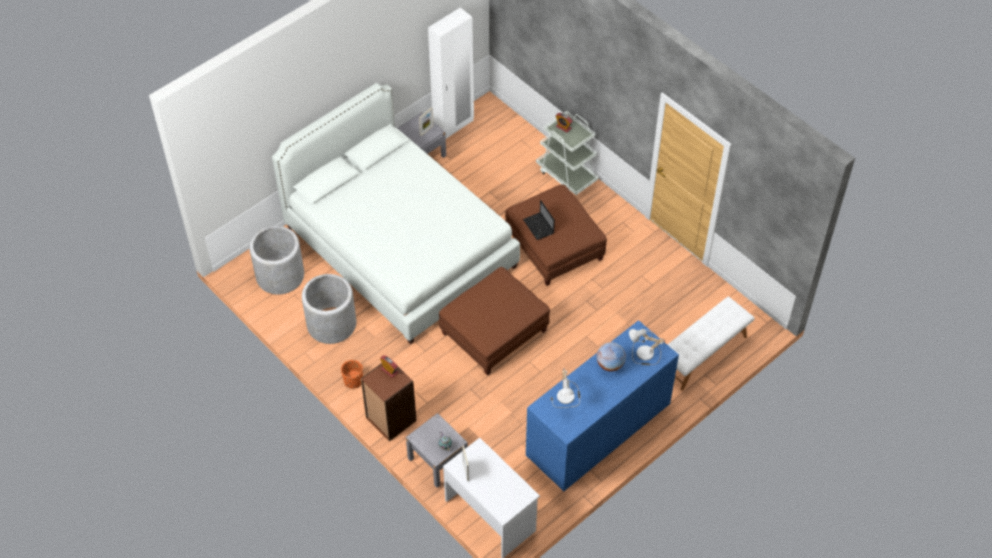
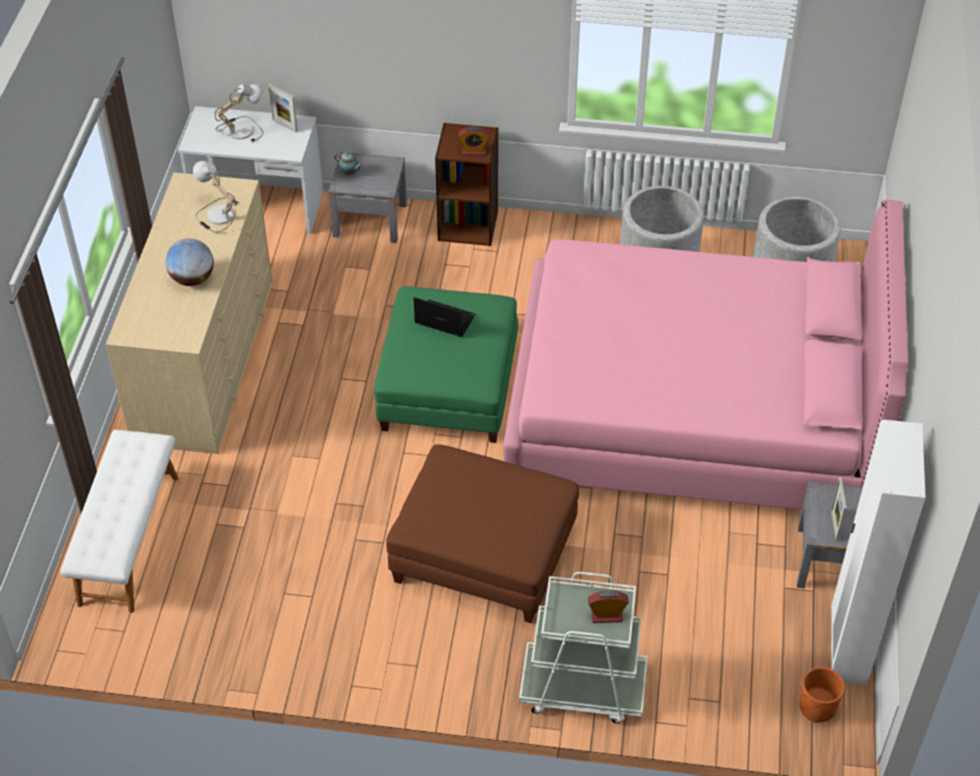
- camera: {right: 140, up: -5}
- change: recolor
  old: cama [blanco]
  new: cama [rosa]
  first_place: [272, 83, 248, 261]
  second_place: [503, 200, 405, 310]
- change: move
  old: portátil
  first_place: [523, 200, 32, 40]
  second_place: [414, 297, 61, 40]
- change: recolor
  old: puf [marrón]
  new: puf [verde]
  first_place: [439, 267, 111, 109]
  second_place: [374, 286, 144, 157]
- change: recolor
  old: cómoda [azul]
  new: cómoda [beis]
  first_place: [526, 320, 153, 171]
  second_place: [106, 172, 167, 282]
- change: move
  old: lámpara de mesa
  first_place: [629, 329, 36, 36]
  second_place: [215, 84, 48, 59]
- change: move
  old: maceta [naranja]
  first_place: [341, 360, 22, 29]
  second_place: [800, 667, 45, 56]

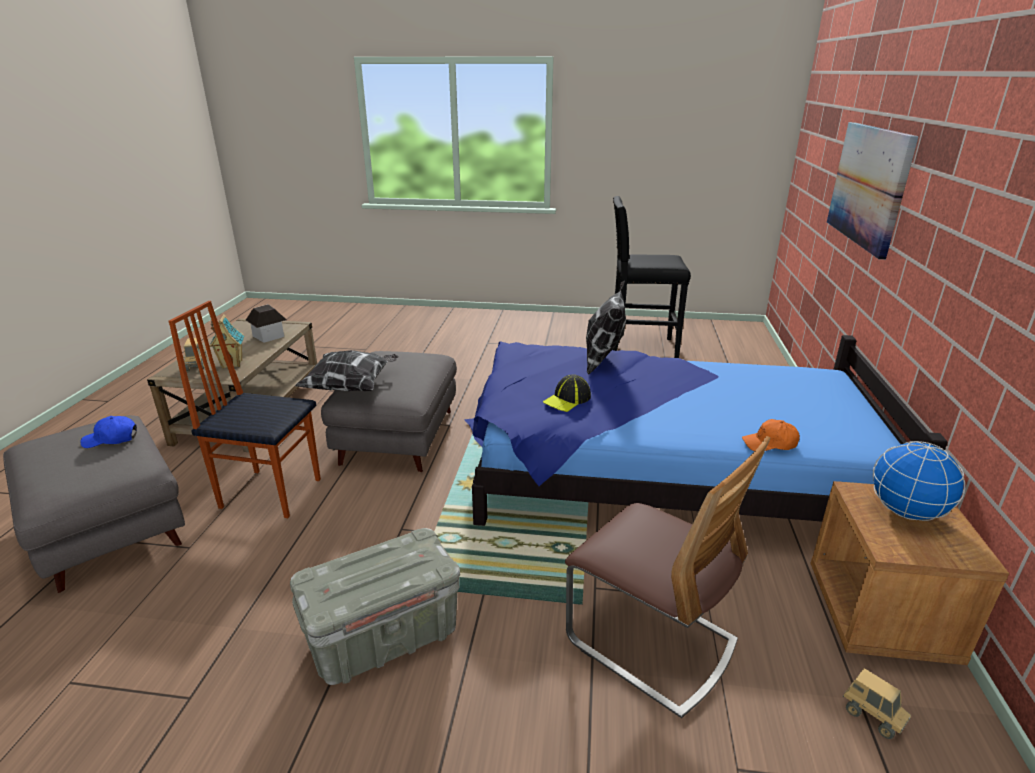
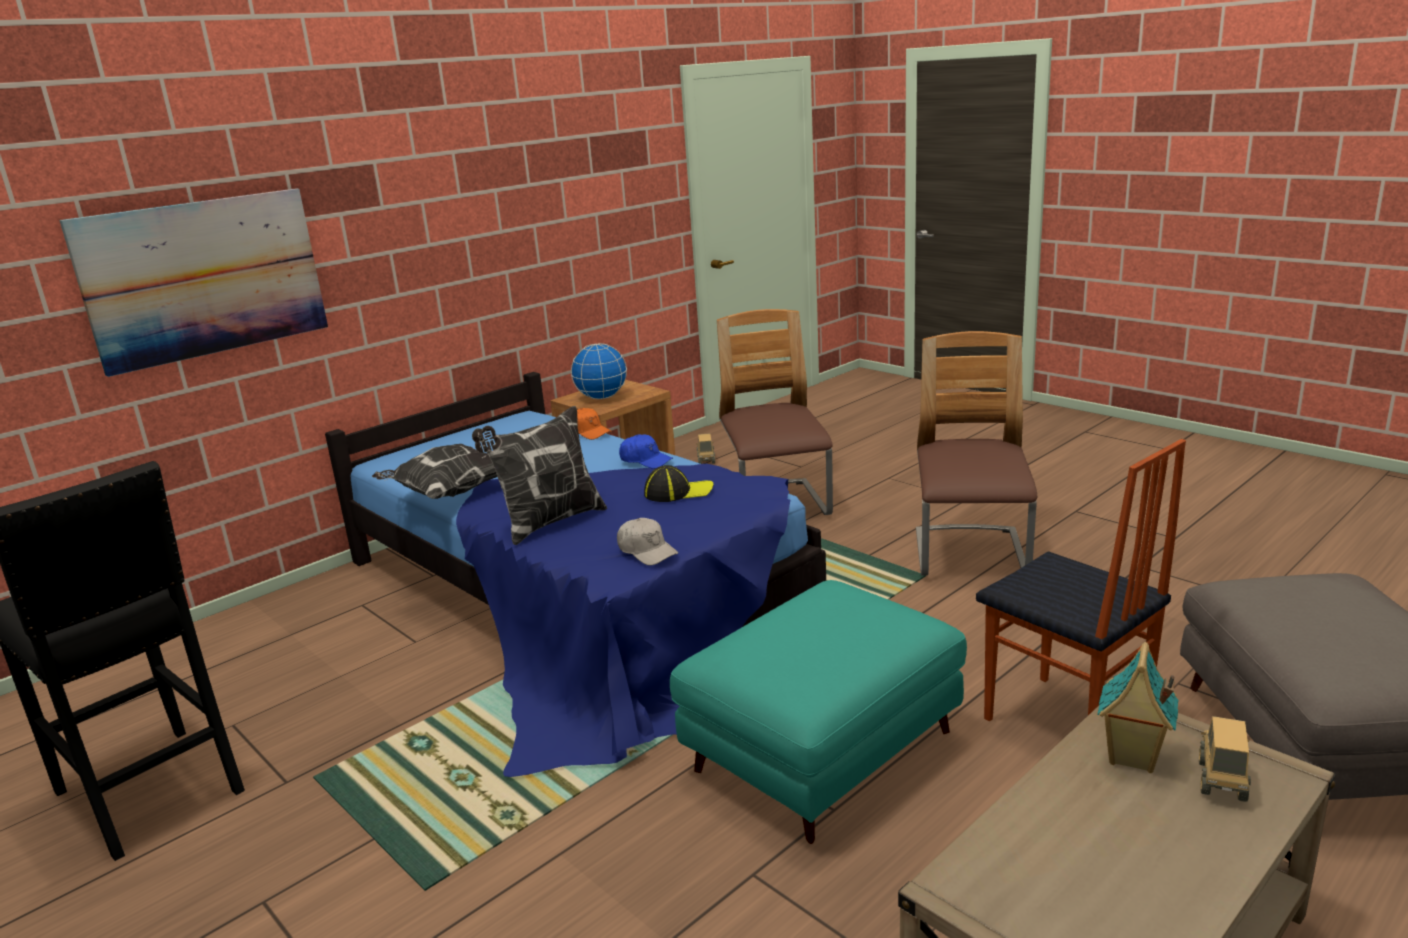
- camera: {right: -140, up: -5}
- change: delete
  old: casita
  first_place: [246, 304, 40, 39]
- change: move
  old: cojín
  first_place: [295, 350, 104, 41]
  second_place: [372, 444, 125, 55]
- change: recolor
  old: puf [gris]
  new: puf [turquesa]
  first_place: [321, 351, 136, 121]
  second_place: [670, 580, 297, 264]
- change: move
  old: gorra [azul]
  first_place: [81, 416, 56, 32]
  second_place: [619, 434, 54, 35]
- change: replace
  old: caja de almacenaje [gris]
  new: silla
  first_place: [290, 528, 170, 157]
  second_place: [916, 331, 121, 244]
- change: insert
  new: gorra [blanco]
  second_place: [617, 518, 61, 48]

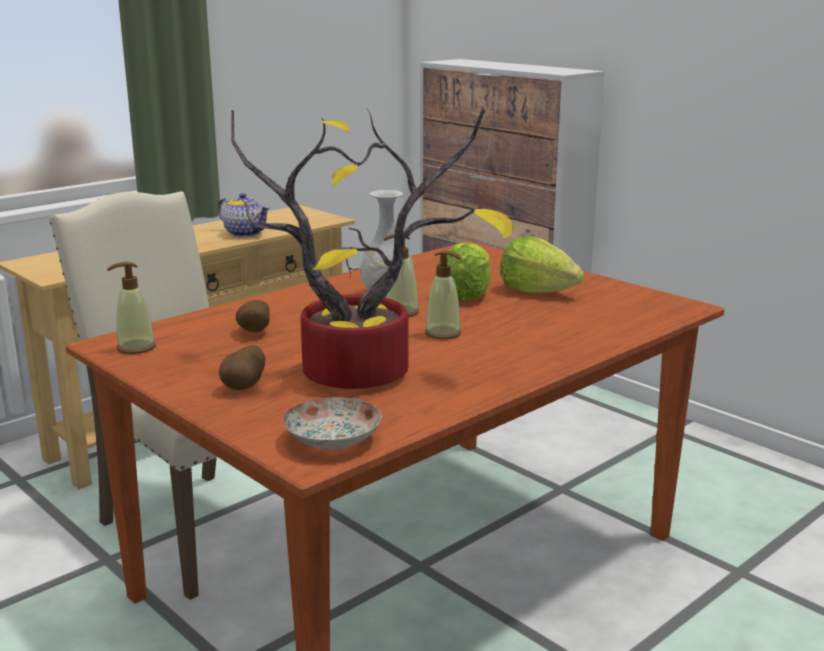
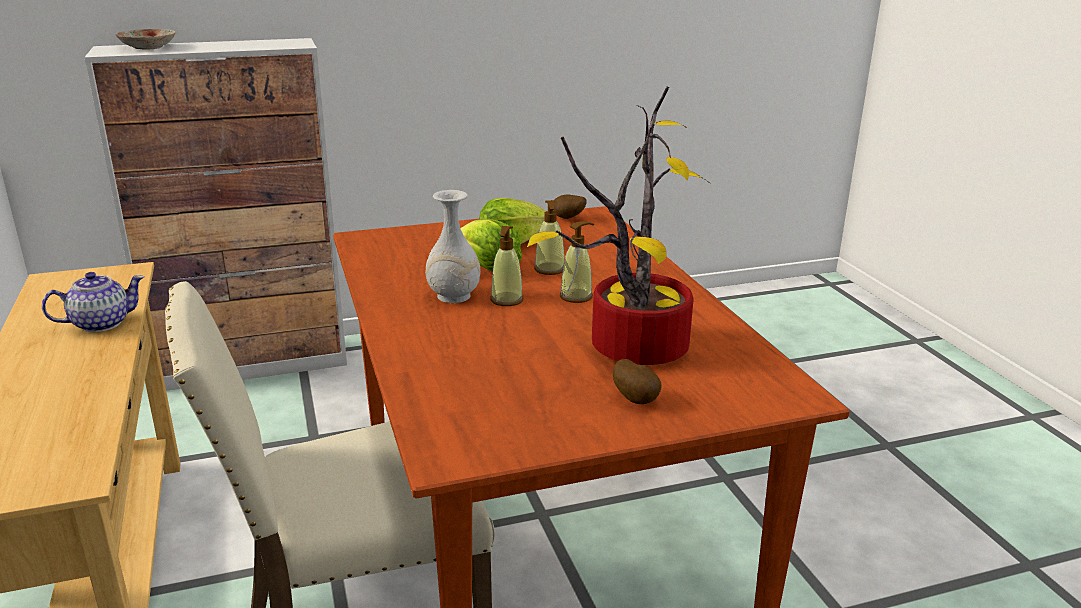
- camera: {right: -65, up: 5}
- change: move
  old: dispensador de jabón
  first_place: [107, 262, 49, 92]
  second_place: [534, 200, 30, 75]
- change: move
  old: patata
  first_place: [236, 300, 34, 33]
  second_place: [554, 194, 33, 25]
- change: move
  old: plato
  first_place: [283, 397, 99, 53]
  second_place: [115, 29, 61, 21]

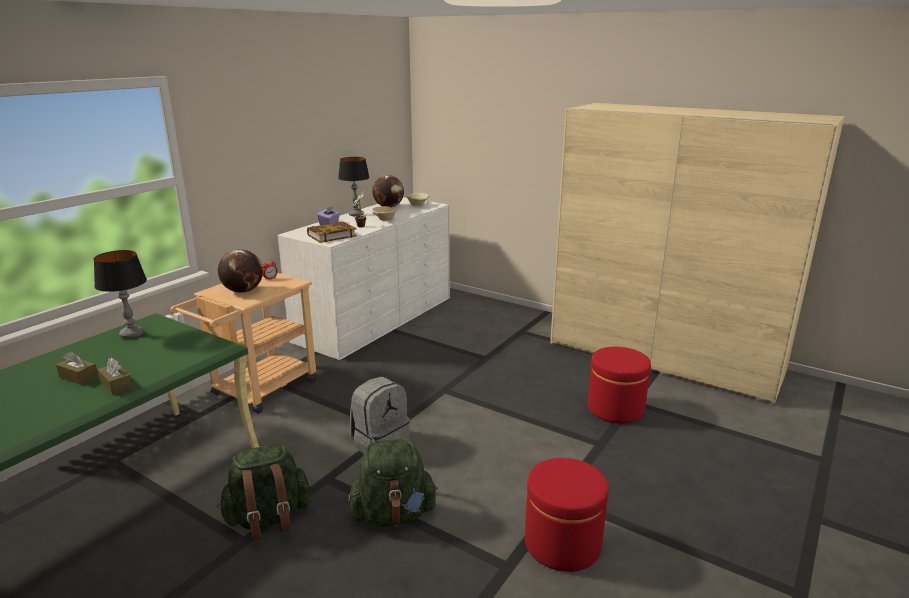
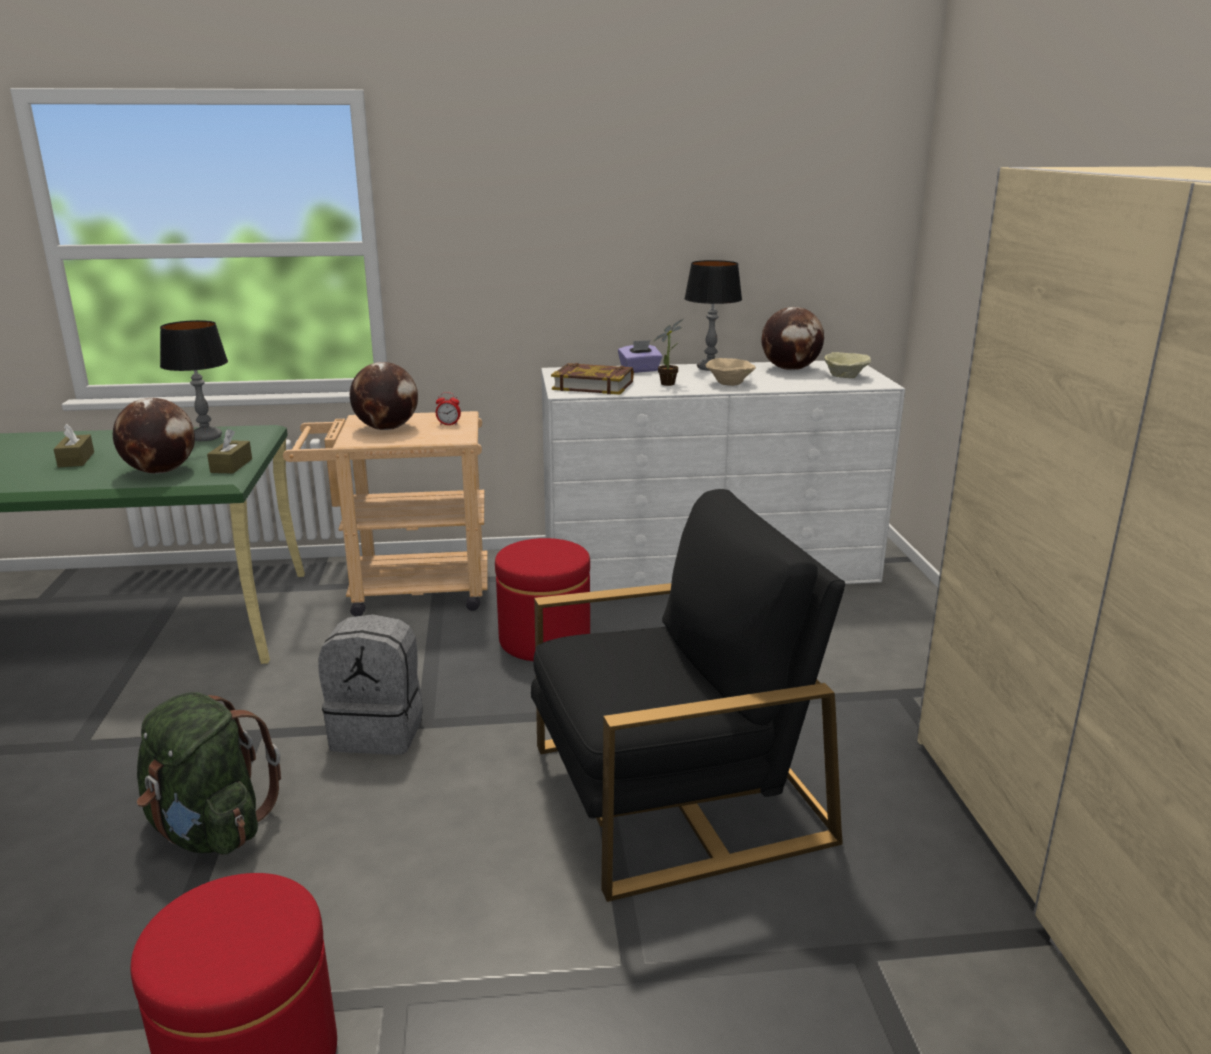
- camera: {right: 50, up: 0}
- change: move
  old: puf [rojo]
  first_place: [588, 347, 63, 77]
  second_place: [495, 538, 95, 123]
- change: move
  old: caja de pañuelos [marrón]
  first_place: [97, 358, 36, 37]
  second_place: [207, 429, 45, 45]
- change: delete
  old: mochila [verde]
  first_place: [217, 445, 94, 96]
- change: insert
  new: globo terráqueo
  second_place: [113, 398, 82, 76]
- change: insert
  new: sillón [negro]
  second_place: [531, 489, 314, 413]

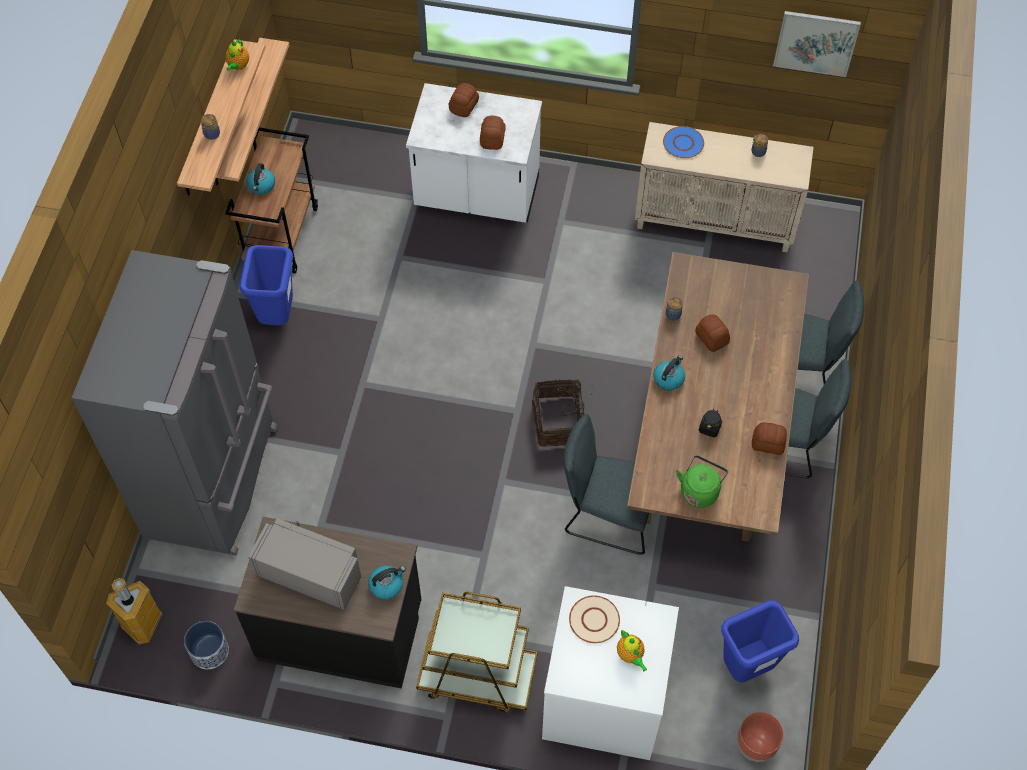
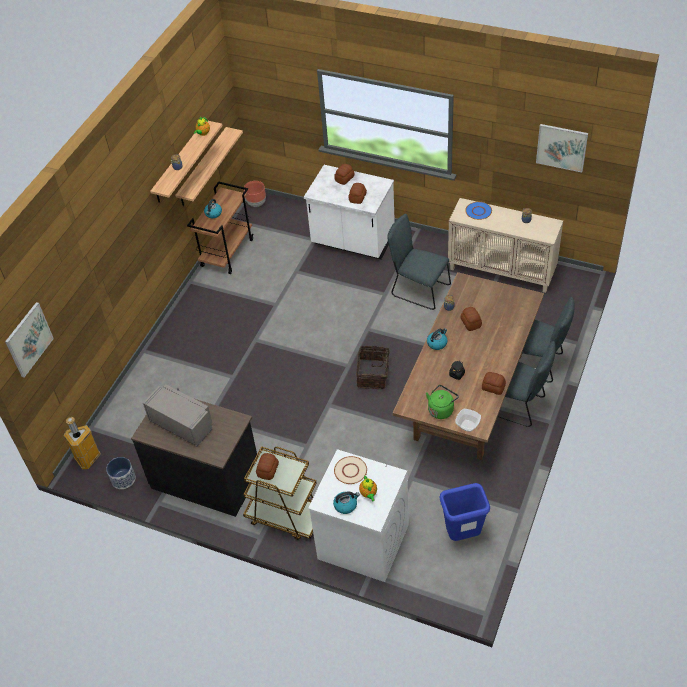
- camera: {right: 15, up: -10}
- change: delete
  old: papelera [azul]
  first_place: [239, 245, 54, 80]
- change: delete
  old: nevera [gris]
  first_place: [72, 250, 206, 306]
- change: move
  old: silla [gris]
  first_place: [564, 413, 85, 142]
  second_place: [387, 214, 64, 96]
- change: move
  old: hervidor
  first_place: [368, 566, 38, 33]
  second_place: [333, 492, 27, 22]
- change: move
  old: maceta [marrón]
  first_place: [737, 712, 47, 50]
  second_place: [244, 181, 22, 26]
- change: insert
  new: cuadro
  second_place: [5, 302, 49, 75]
- change: insert
  new: cuenco
  second_place: [455, 409, 26, 23]
- change: insert
  new: pan
  second_place: [256, 453, 23, 27]

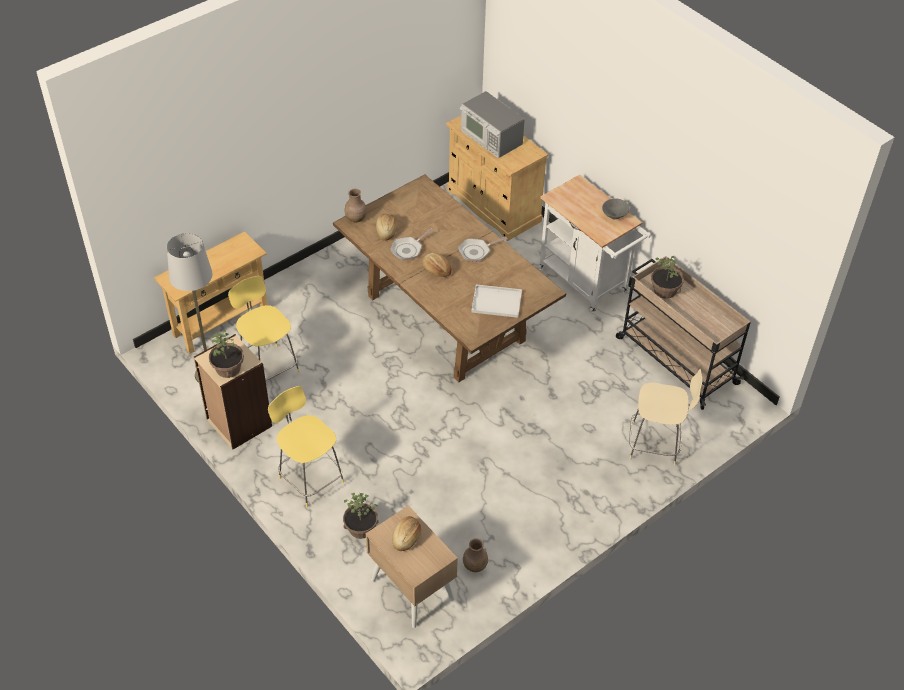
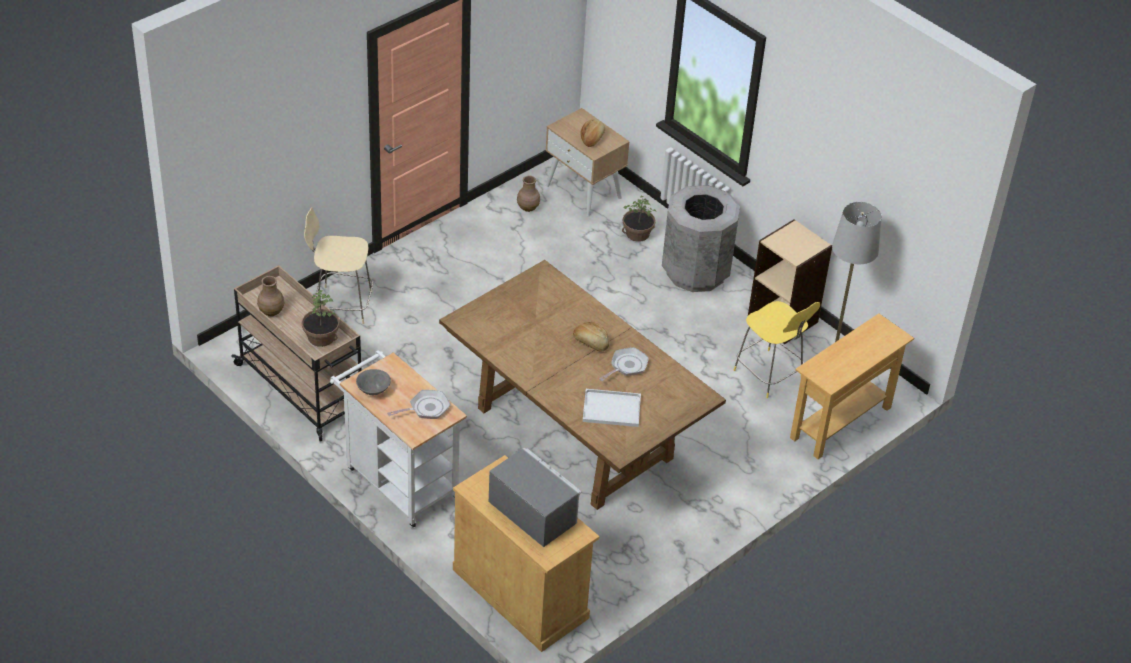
- camera: {right: 175, up: -5}
- change: move
  old: florero [marrón]
  first_place: [345, 189, 22, 33]
  second_place: [257, 276, 27, 40]
- change: delete
  old: pan
  first_place: [376, 213, 22, 28]
- change: move
  old: sartén
  first_place: [458, 237, 50, 25]
  second_place: [387, 390, 63, 29]
- change: move
  old: bandeja [blanco]
  first_place: [471, 284, 51, 34]
  second_place: [582, 389, 59, 38]
- change: delete
  old: planta en maceta
  first_place: [209, 330, 35, 48]
- change: replace
  old: taburete [amarillo]
  new: papelera [gris]
  first_place: [268, 386, 76, 121]
  second_place: [662, 185, 78, 107]

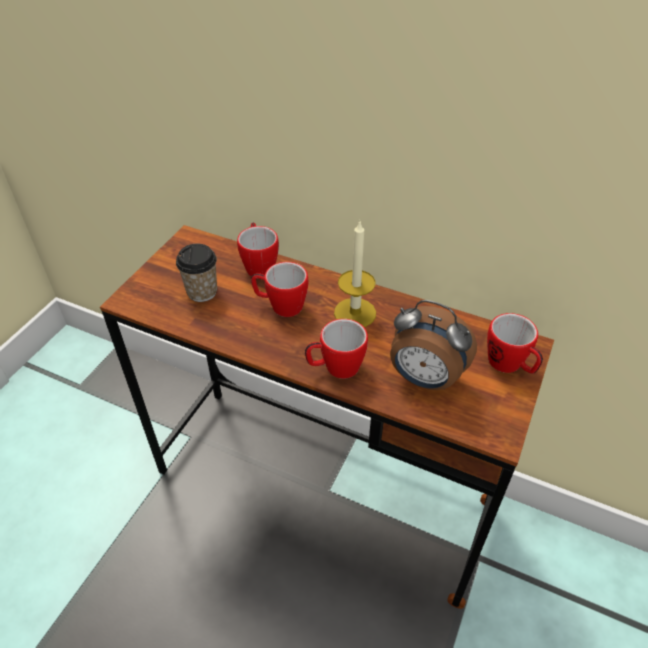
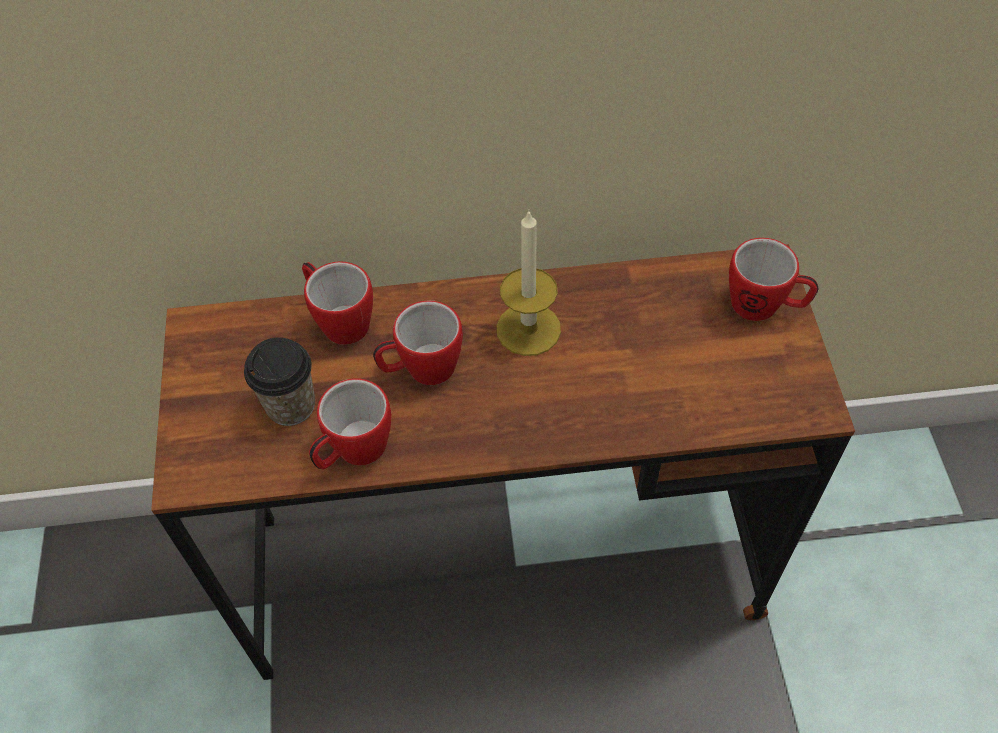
- camera: {right: -30, up: 10}
- change: delete
  old: despertador
  first_place: [390, 300, 87, 90]
- change: move
  old: taza grande
  first_place: [305, 319, 63, 60]
  second_place: [309, 378, 82, 91]

